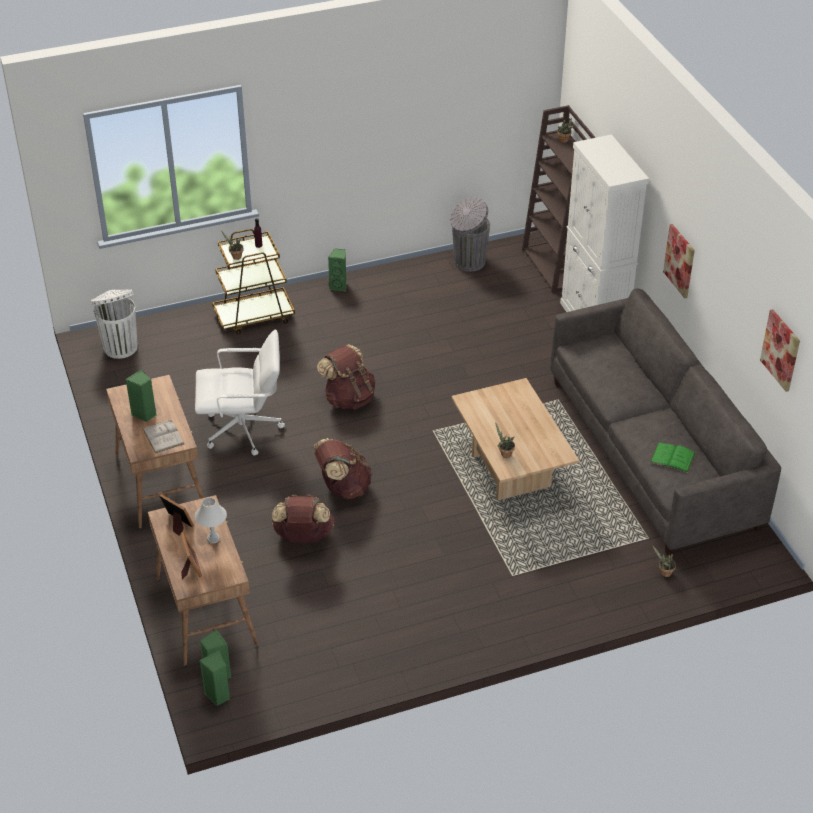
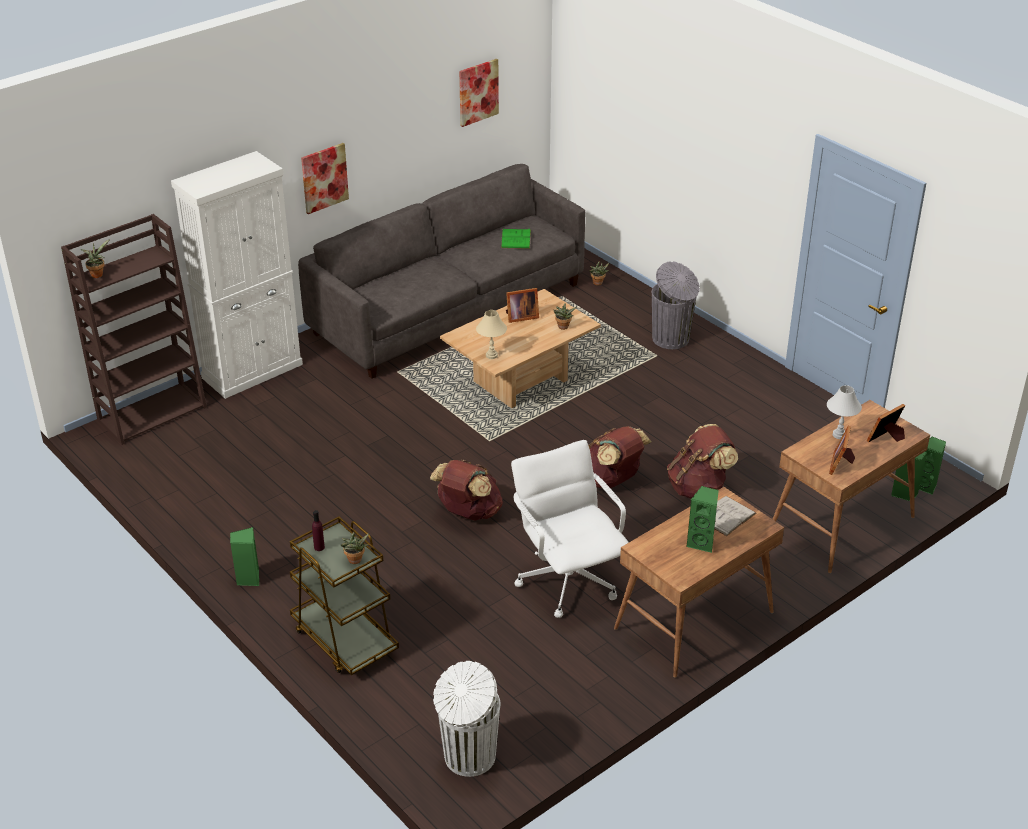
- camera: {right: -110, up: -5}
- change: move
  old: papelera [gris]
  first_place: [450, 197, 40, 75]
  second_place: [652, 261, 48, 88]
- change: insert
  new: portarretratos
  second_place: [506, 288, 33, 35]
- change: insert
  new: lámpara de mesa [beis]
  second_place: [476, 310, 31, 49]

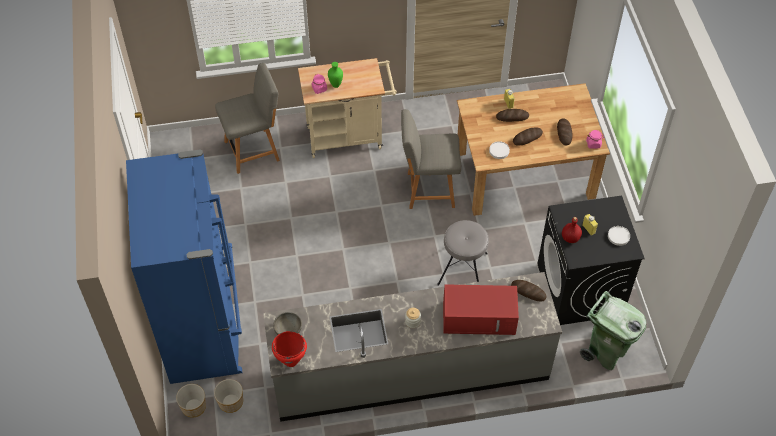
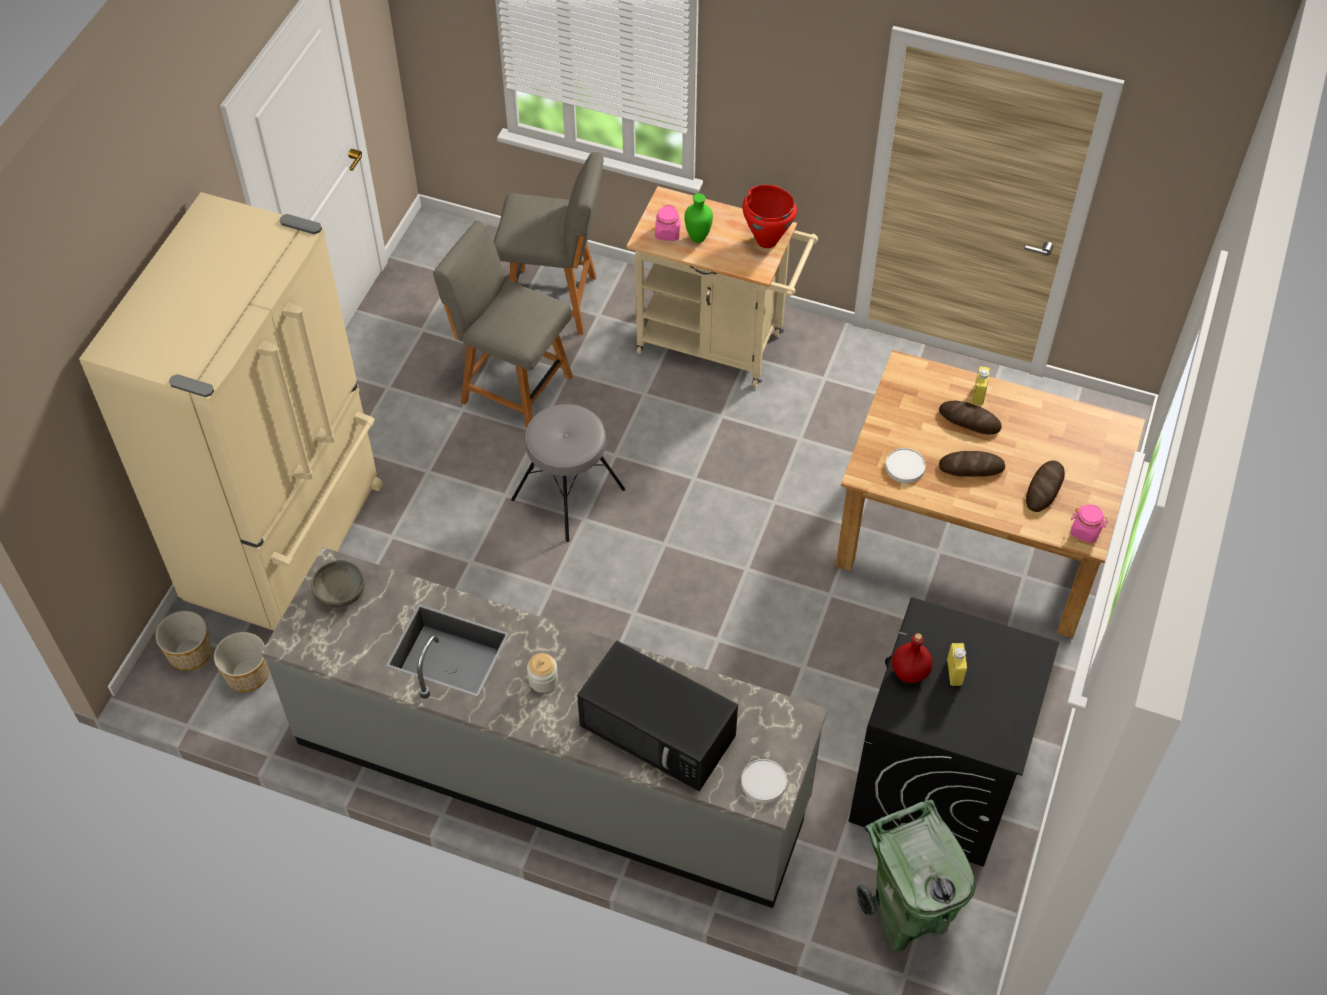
- camera: {right: 30, up: 0}
- change: move
  old: silla [gris]
  first_place: [401, 109, 60, 100]
  second_place: [433, 220, 140, 209]
- change: recolor
  old: nevera [azul]
  new: nevera [beis]
  first_place: [126, 149, 116, 235]
  second_place: [79, 192, 304, 439]
- change: move
  old: taburete [gris]
  first_place: [437, 220, 52, 66]
  second_place: [511, 404, 114, 138]
- change: move
  old: plato [blanco]
  first_place: [608, 226, 22, 20]
  second_place: [741, 759, 46, 44]
- change: delete
  old: pan
  first_place: [511, 280, 35, 21]
- change: recolor
  old: microondas [rojo]
  new: microondas [negro]
  first_place: [443, 284, 76, 51]
  second_place: [577, 640, 161, 151]
- change: move
  old: olla [rojo]
  first_place: [272, 331, 35, 36]
  second_place: [742, 185, 55, 63]

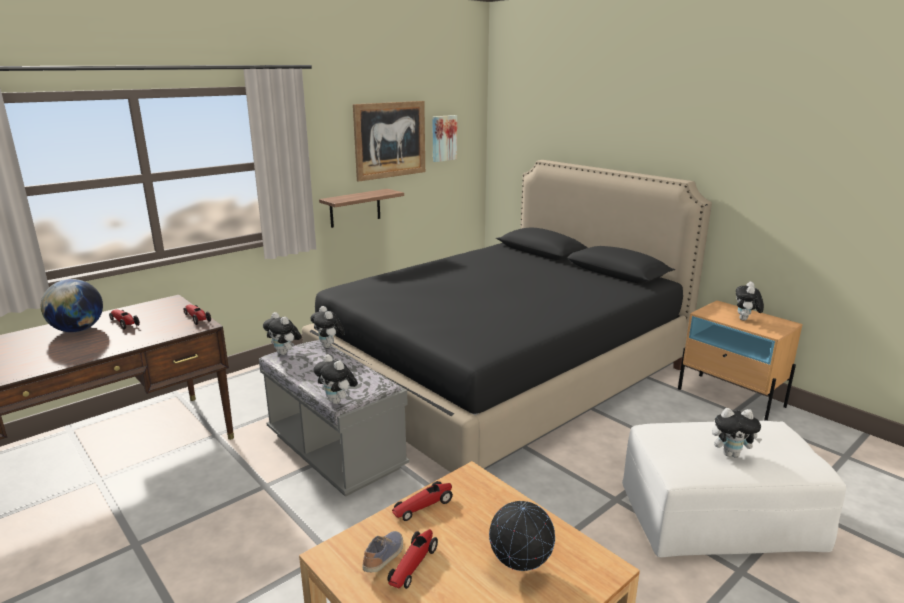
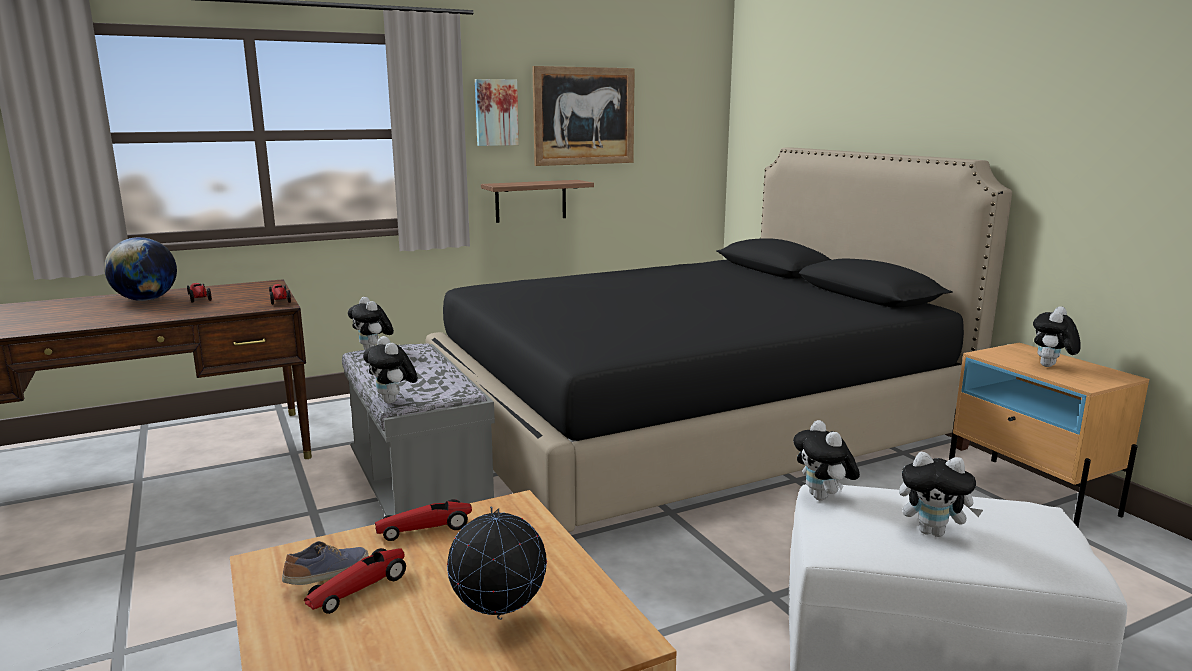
- camera: {right: 15, up: -5}
- change: move
  old: cuadro
  first_place: [432, 115, 25, 47]
  second_place: [475, 79, 44, 67]
- change: move
  old: peluche
  first_place: [310, 306, 35, 42]
  second_place: [793, 420, 67, 80]

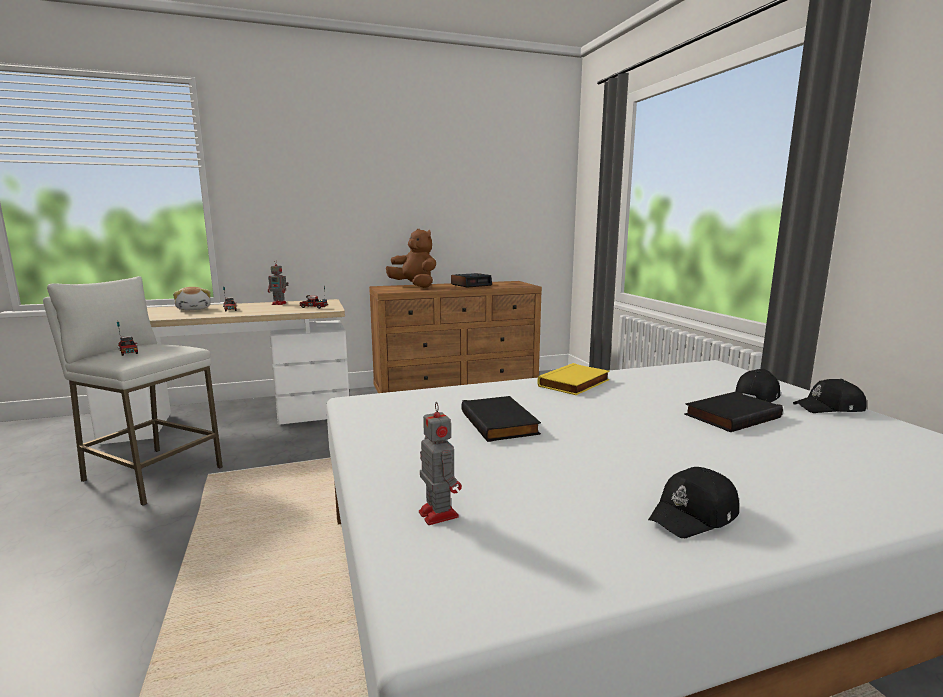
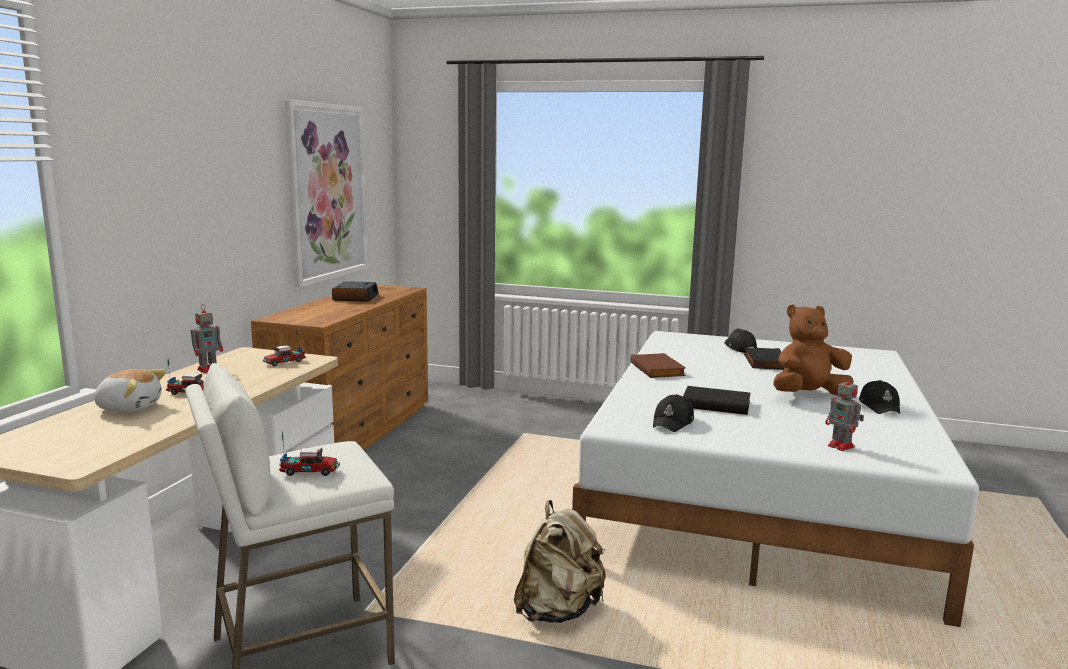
- camera: {right: -55, up: 0}
- change: move
  old: peluche [marrón]
  first_place: [386, 229, 50, 59]
  second_place: [774, 304, 79, 91]
- change: recolor
  old: libro [amarillo]
  new: libro [marrón]
  first_place: [537, 363, 73, 32]
  second_place: [631, 353, 55, 25]
- change: move
  old: gorra [negro]
  first_place: [793, 379, 74, 34]
  second_place: [653, 394, 41, 38]
- change: rotate
  old: robot de juguete
  first_place: [419, 402, 43, 123]
  second_place: [826, 375, 38, 76]
  degrees: -135
- change: insert
  new: cuadro
  second_place: [285, 99, 83, 189]
- change: insert
  new: mochila [beis]
  second_place: [514, 500, 92, 123]

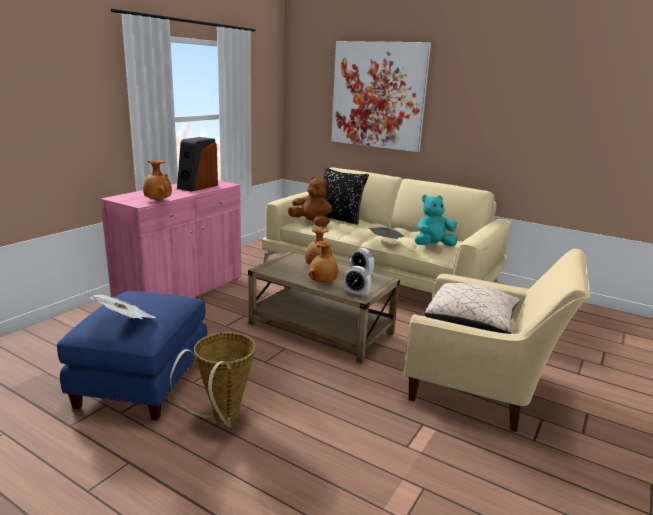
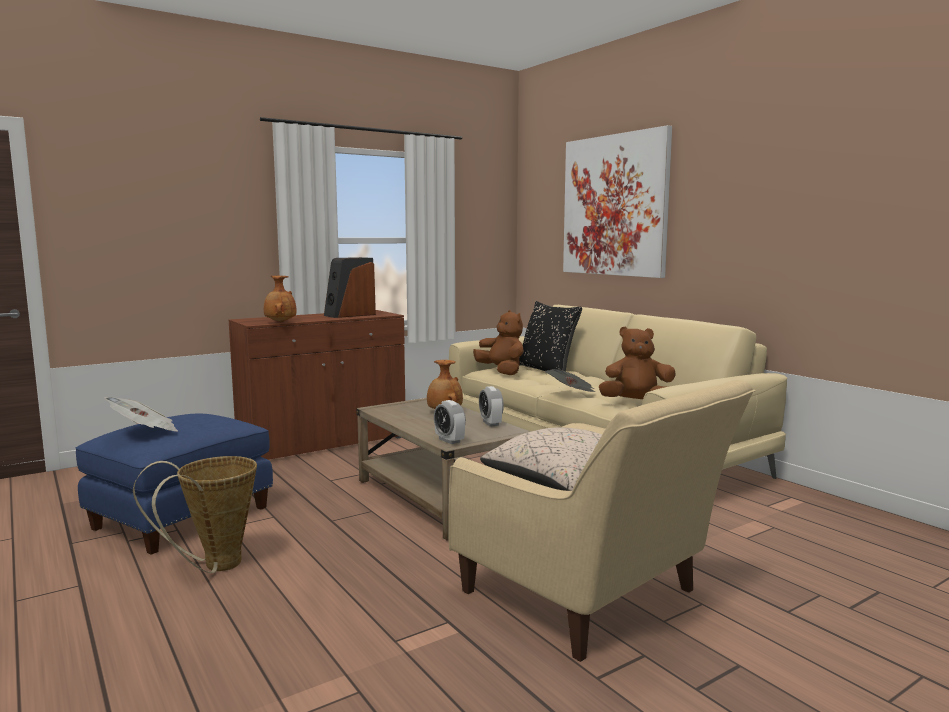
- camera: {right: 25, up: -10}
- change: recolor
  old: armario [rosa]
  new: armario [marrón]
  first_place: [100, 181, 141, 117]
  second_place: [228, 310, 177, 150]
- change: recolor
  old: peluche [turquesa]
  new: peluche [marrón]
  first_place: [415, 195, 42, 51]
  second_place: [599, 326, 77, 73]
- change: delete
  old: florero [marrón]
  first_place: [308, 241, 30, 42]

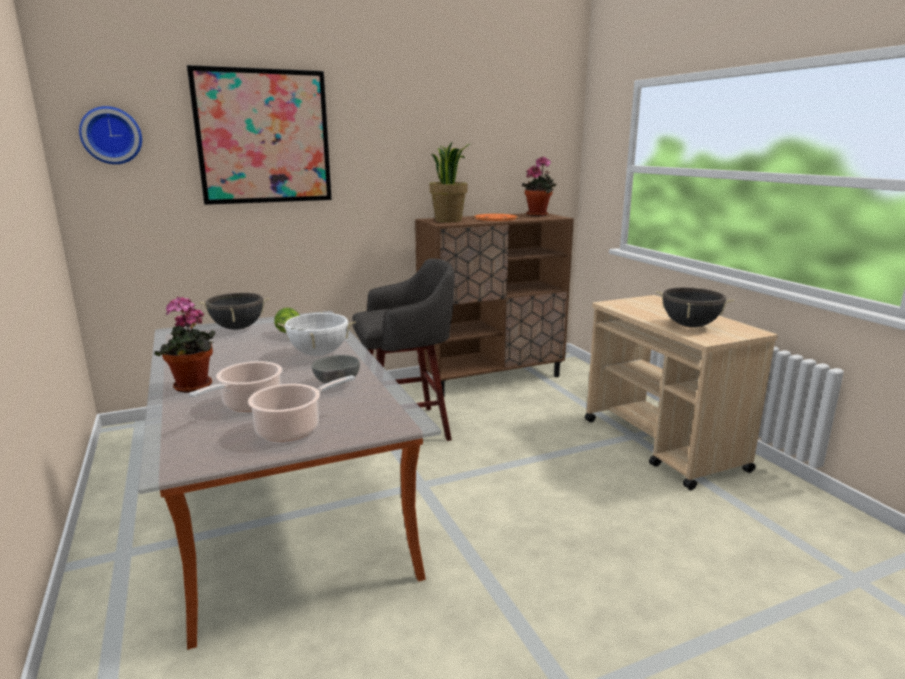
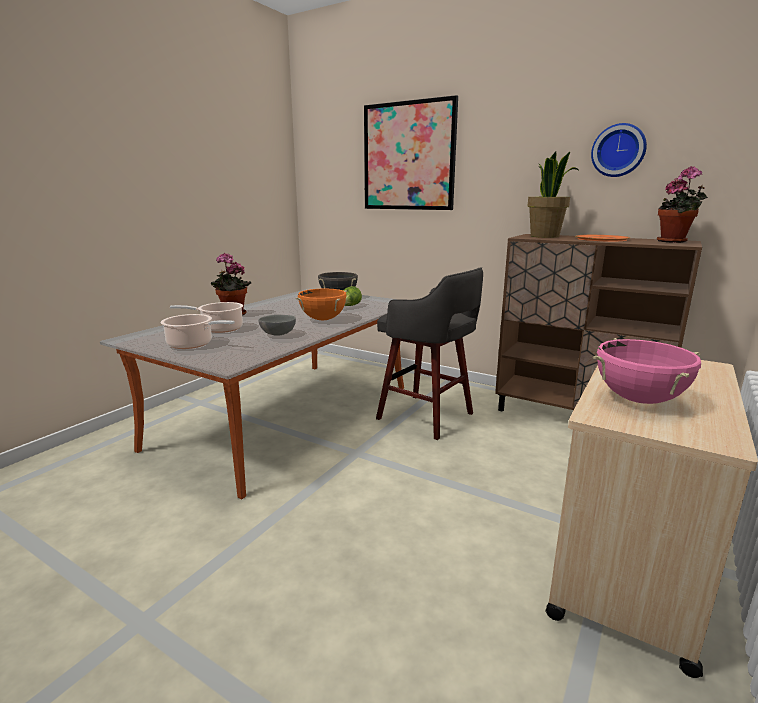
- camera: {right: 55, up: 0}
- change: move
  old: reloj de pared
  first_place: [79, 106, 63, 58]
  second_place: [591, 123, 56, 54]
- change: recolor
  old: olla [negro]
  new: olla [rosa]
  first_place: [656, 287, 78, 40]
  second_place: [593, 338, 108, 66]
- change: recolor
  old: olla [blanco]
  new: olla [naranja]
  first_place: [277, 312, 79, 44]
  second_place: [295, 289, 52, 31]

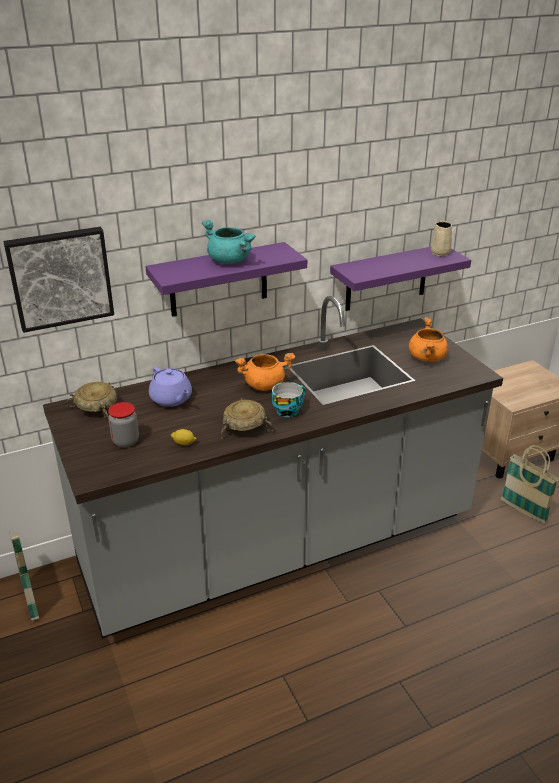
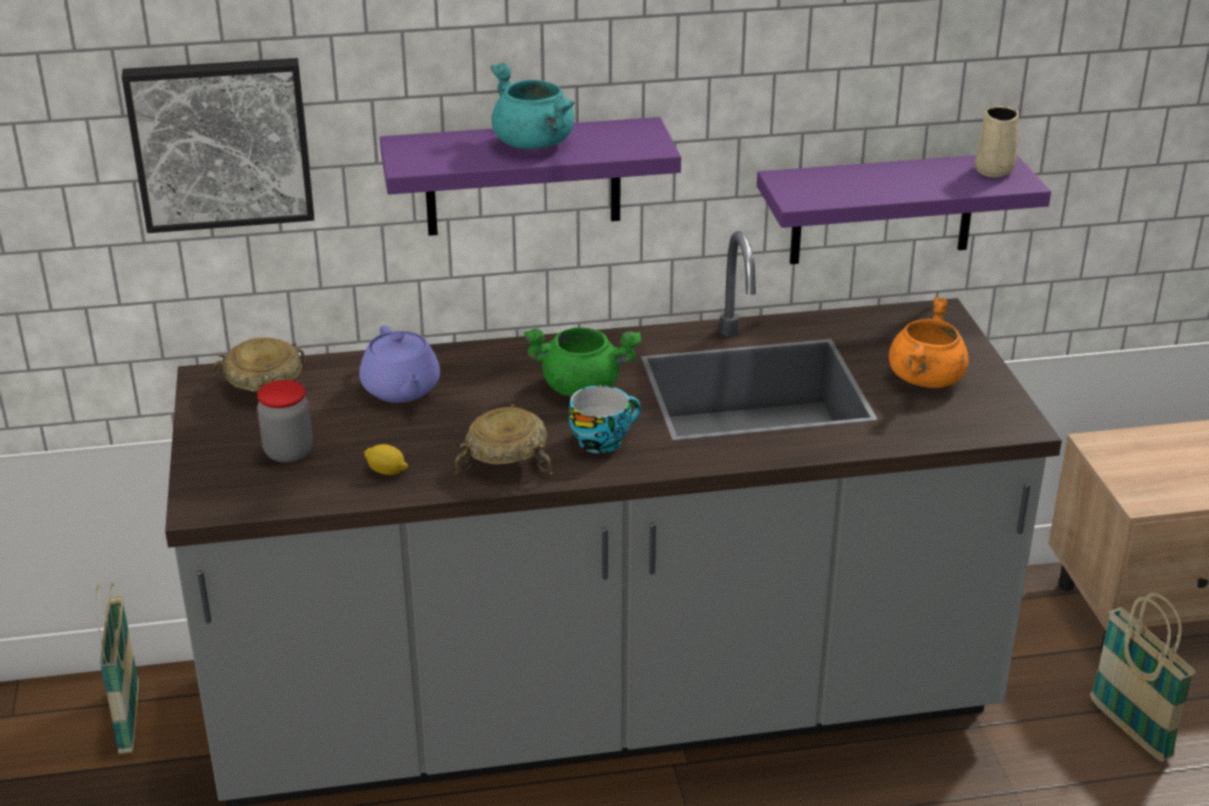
- camera: {right: 15, up: 0}
- change: recolor
  old: olla [naranja]
  new: olla [verde]
  first_place: [235, 353, 60, 38]
  second_place: [524, 327, 118, 70]

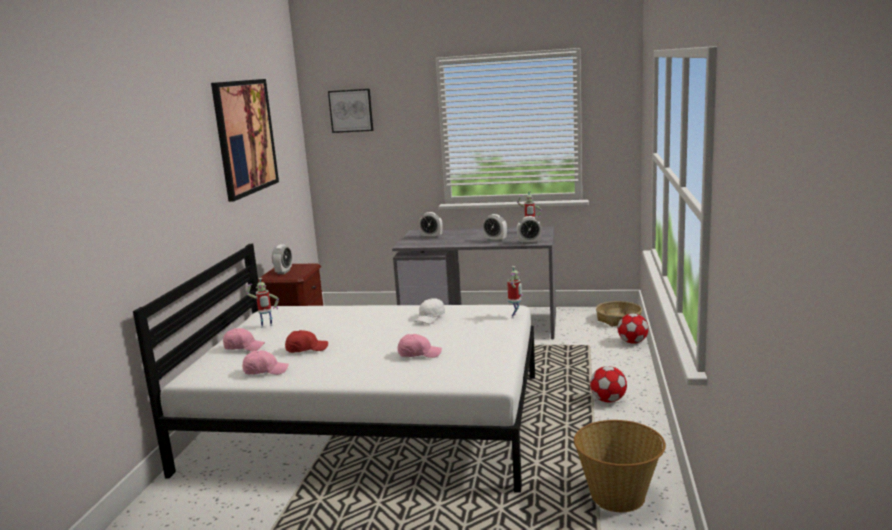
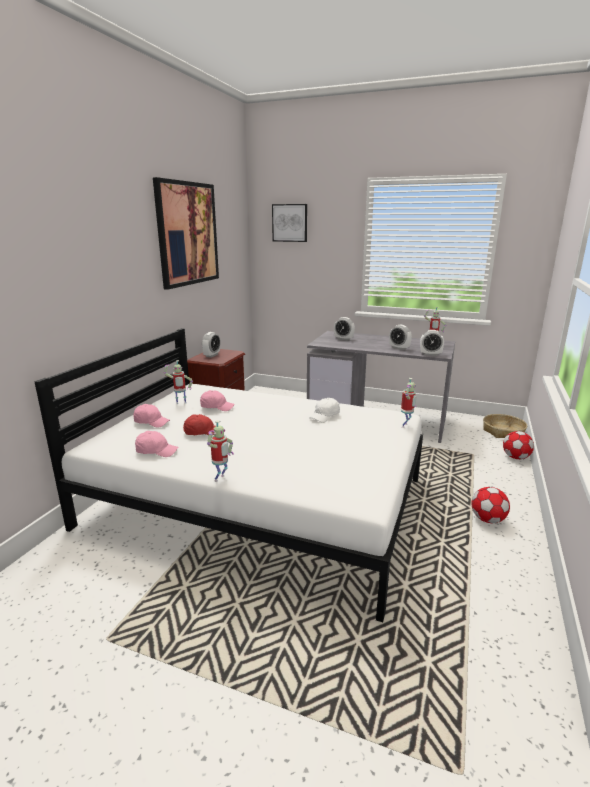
- camera: {right: 10, up: 5}
- change: move
  old: gorra [rosa]
  first_place: [397, 334, 45, 24]
  second_place: [200, 390, 35, 21]
- change: delete
  old: cesta
  first_place: [574, 420, 92, 92]
- change: insert
  new: robot de juguete
  second_place: [207, 420, 27, 62]

